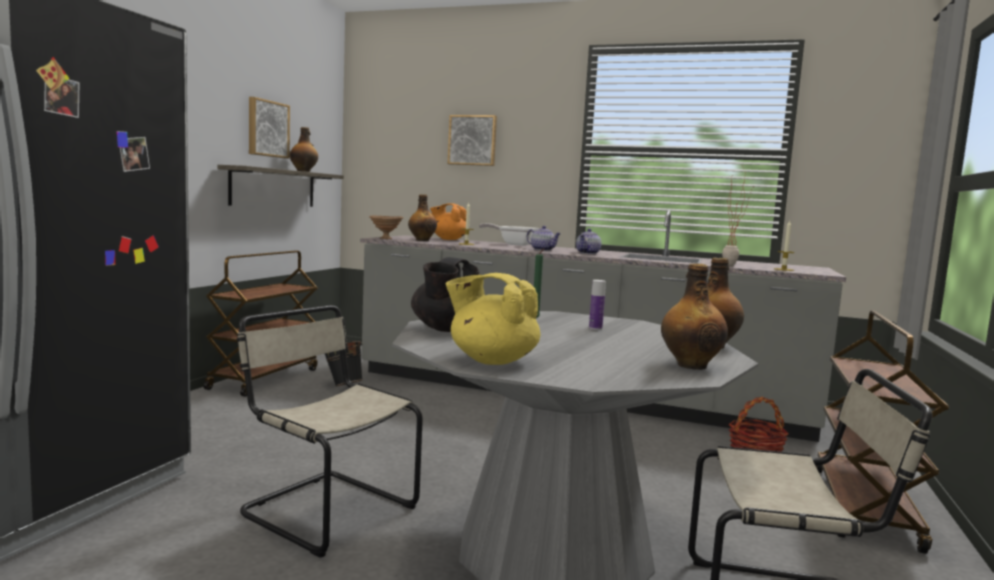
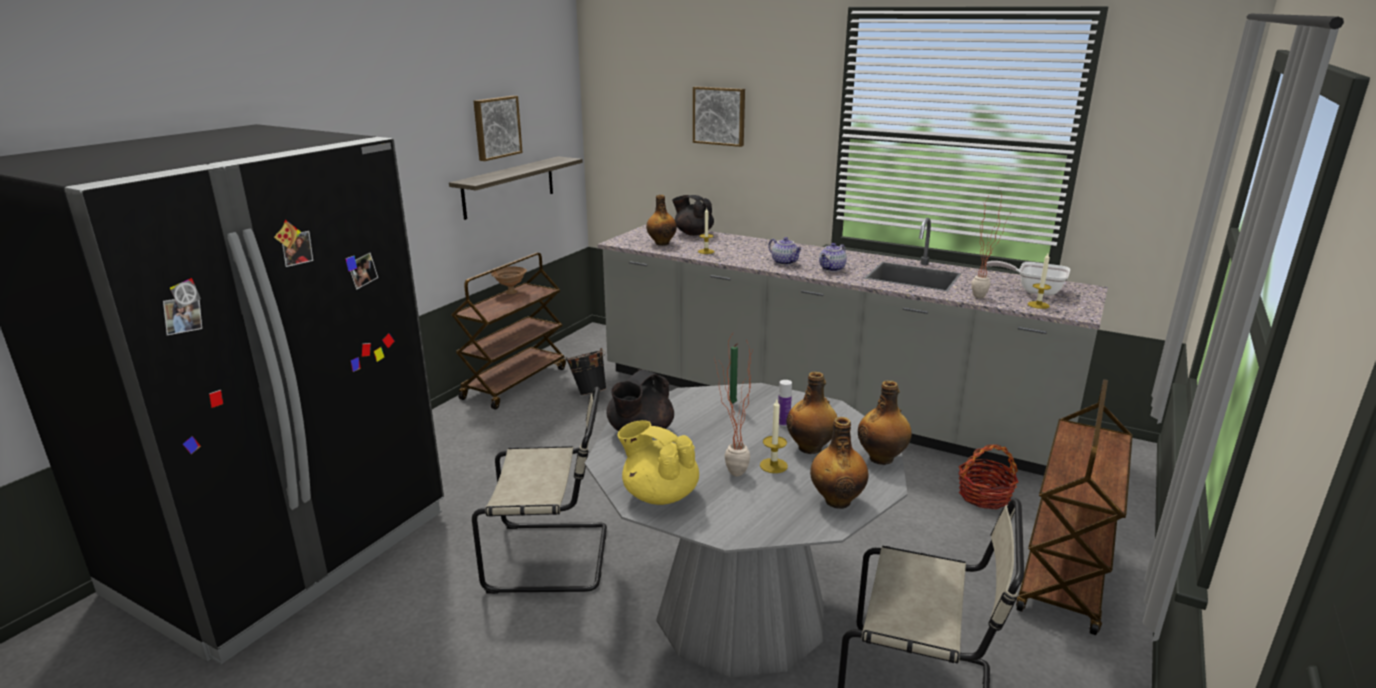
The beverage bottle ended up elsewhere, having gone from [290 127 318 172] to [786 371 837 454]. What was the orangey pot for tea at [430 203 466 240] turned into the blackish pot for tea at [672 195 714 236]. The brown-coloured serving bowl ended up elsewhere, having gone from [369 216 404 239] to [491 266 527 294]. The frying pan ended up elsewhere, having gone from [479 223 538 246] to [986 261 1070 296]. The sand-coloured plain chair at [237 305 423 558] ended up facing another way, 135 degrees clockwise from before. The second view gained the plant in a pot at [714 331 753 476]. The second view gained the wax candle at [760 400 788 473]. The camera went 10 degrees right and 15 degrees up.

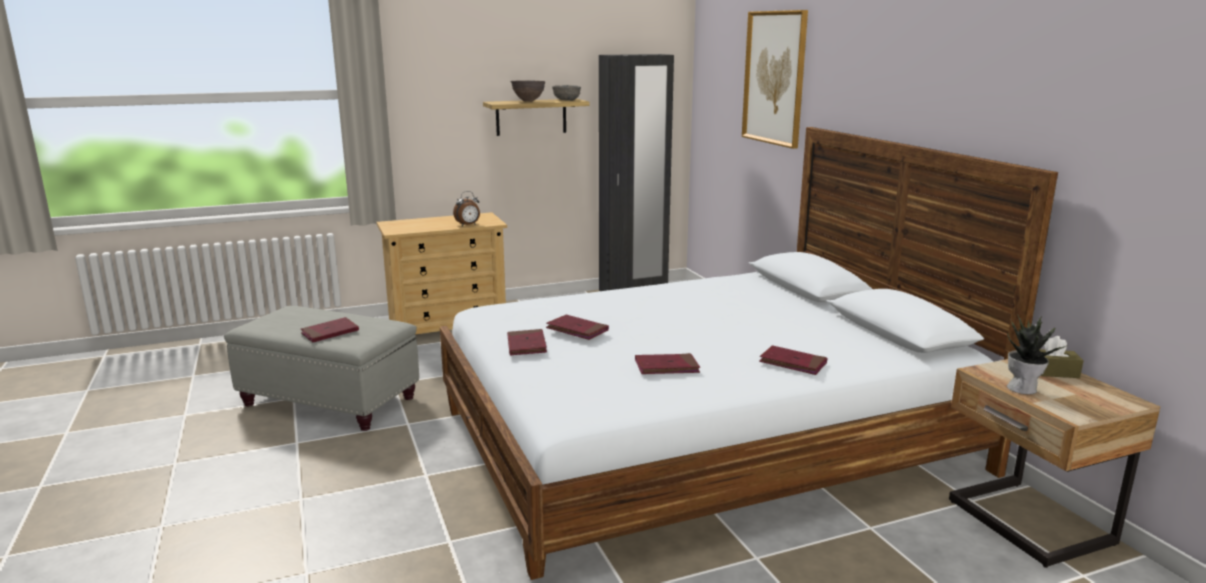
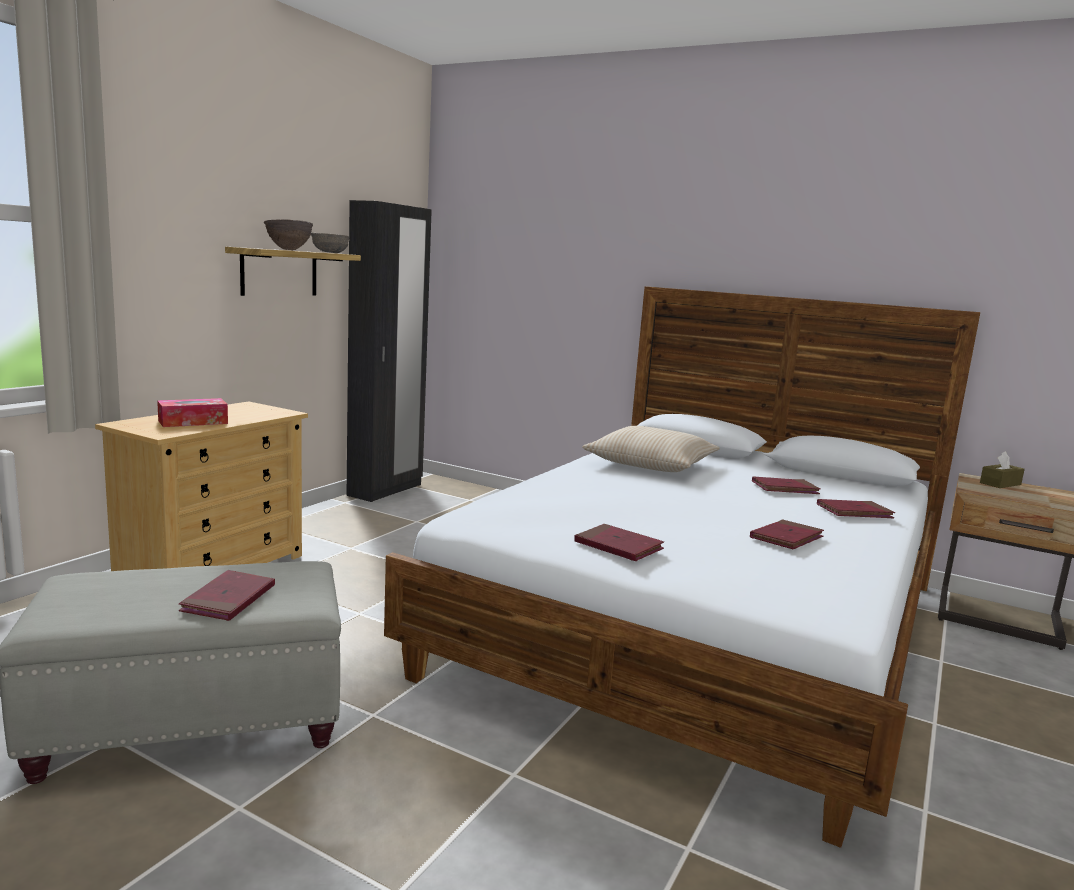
The second view lost the wall picture at [742 10 808 149]. The second view lost the bedside clock at [453 191 480 226]. The second view lost the plant in a pot at [1007 314 1068 395]. The reddish volume ended up elsewhere, having gone from [546 315 609 340] to [752 476 820 494]. The second view gained the tissue holder at [157 398 228 427]. The second view gained the sand-coloured pillow at [582 426 720 472]. The camera went 40 degrees left and 5 degrees down.

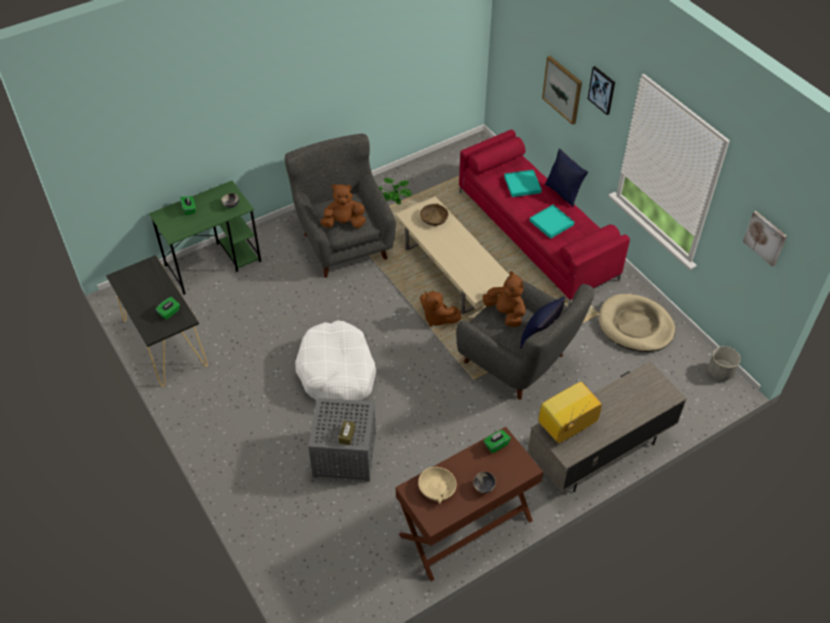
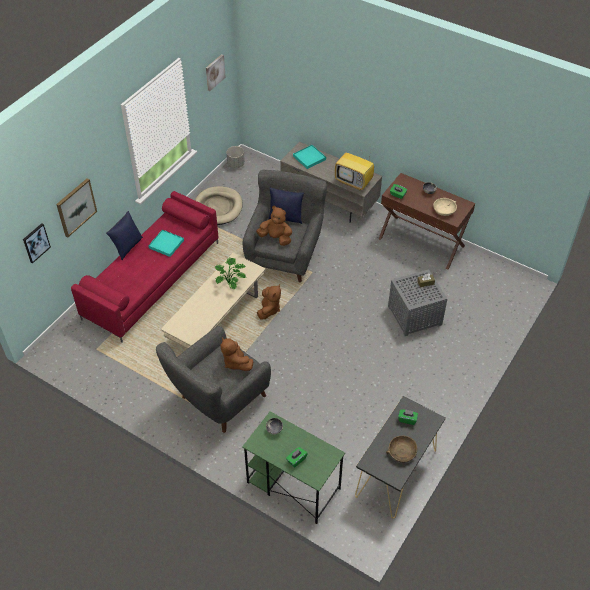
The wall picture ended up elsewhere, having gone from [588 66 615 115] to [23 223 51 263]. The turquoise-coloured carrying tray ended up elsewhere, having gone from [504 170 542 197] to [293 145 326 169]. The plant in a pot ended up elsewhere, having gone from [378 177 412 205] to [215 257 246 289]. The brown-coloured serving bowl ended up elsewhere, having gone from [420 203 449 226] to [386 436 417 463]. The brown-coloured plush toy at [483 271 526 327] ended up facing another way, 90 degrees clockwise from before. The second view lost the white dog bed at [295 320 377 401]. The camera went 115 degrees left and 0 degrees up.

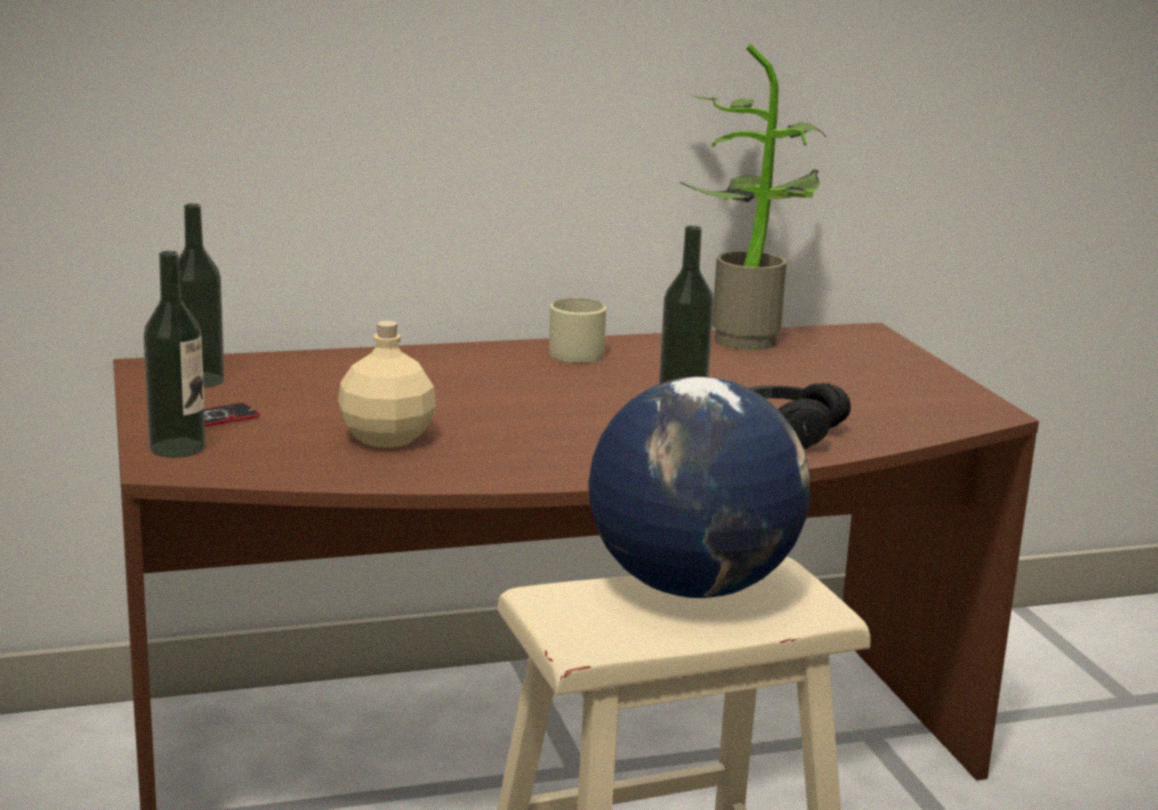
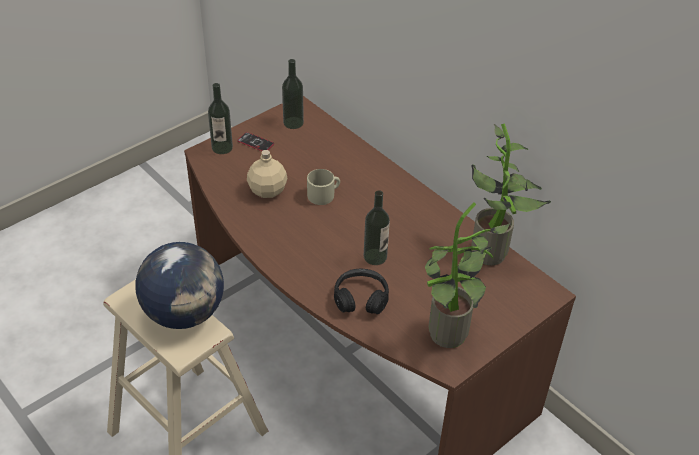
The sand-coloured tea mug ended up elsewhere, having gone from [549 299 606 363] to [307 169 340 205]. The second view gained the plant in a pot at [425 202 511 348]. The camera went 65 degrees right and 25 degrees up.

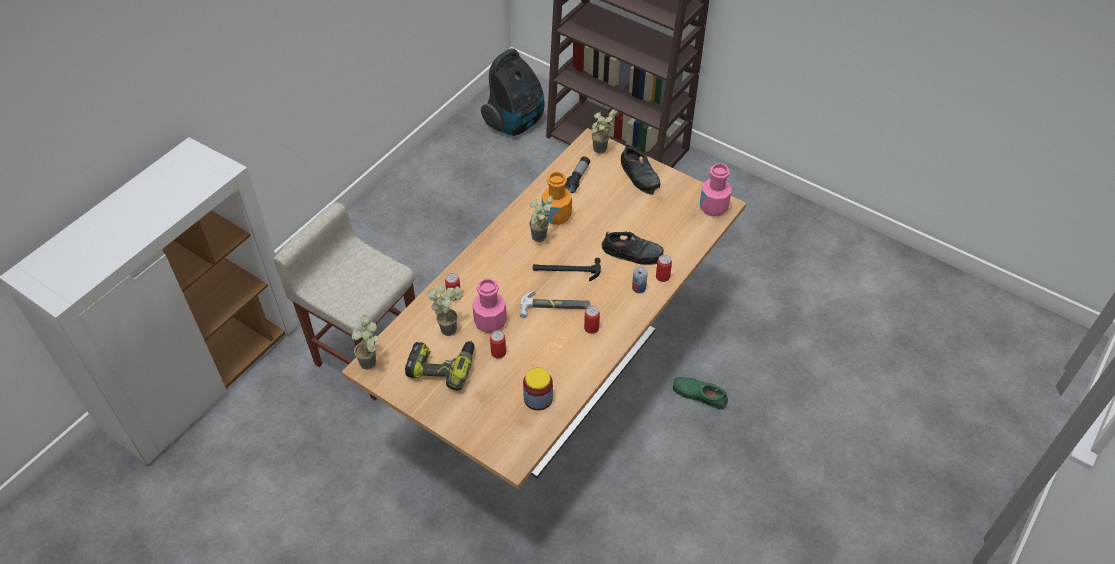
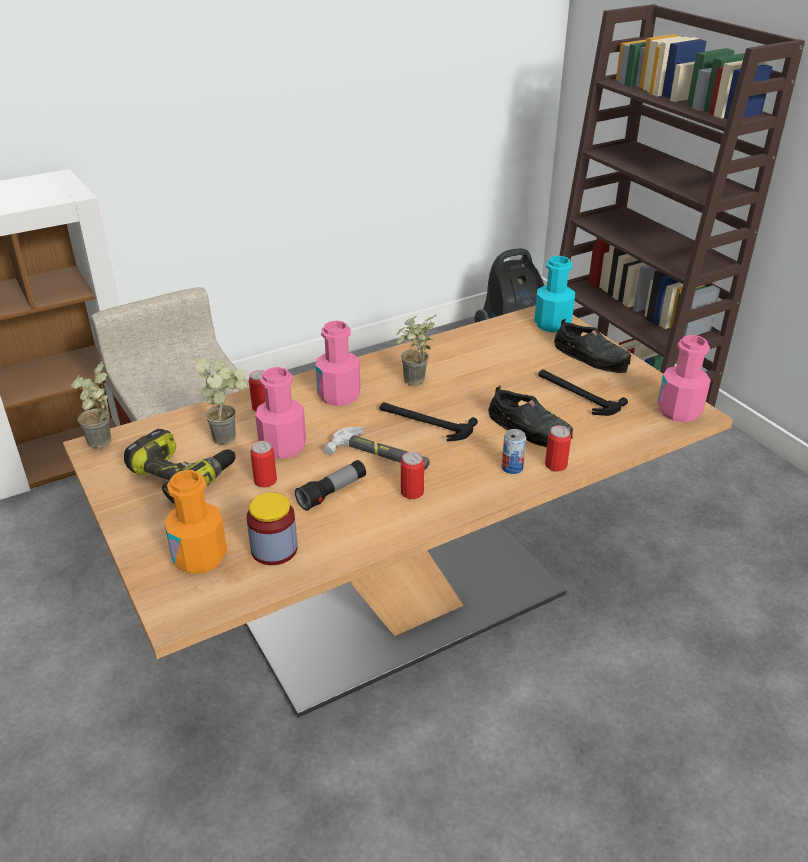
Where the plant in a pot stood at [592 110 615 154], the turquoise-coloured beverage bottle came to stand at [534 256 575 332]. The blackish low shoe at [621 145 661 195] ended up facing another way, 45 degrees counterclockwise from before. The flashlight ended up elsewhere, having gone from [565 156 590 193] to [295 460 366 511]. The orangey beverage bottle ended up elsewhere, having gone from [542 172 572 225] to [164 470 227 574]. The second view lost the greenish low shoe at [673 377 728 409]. The second view gained the pink-coloured beverage bottle at [315 321 360 406]. The second view gained the hand hammer at [538 370 628 416]. The camera went 25 degrees right and 15 degrees down.

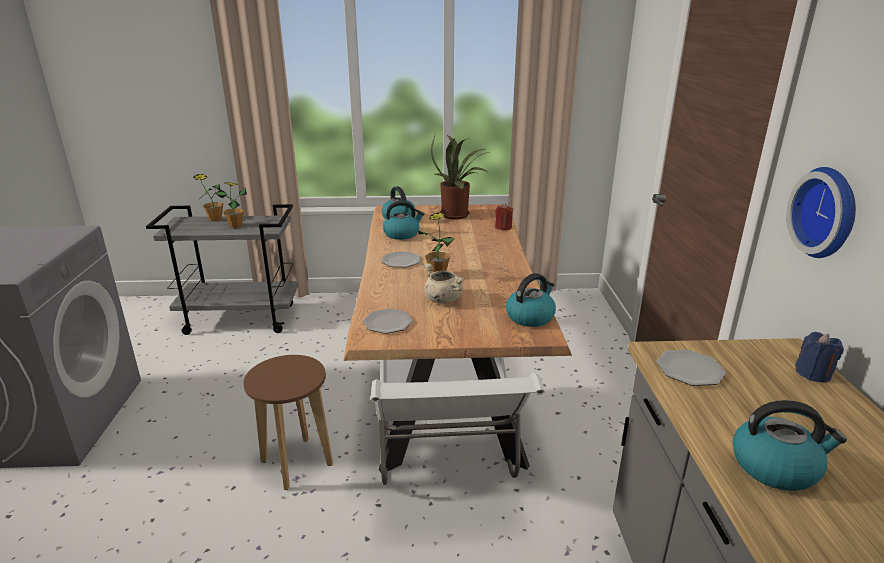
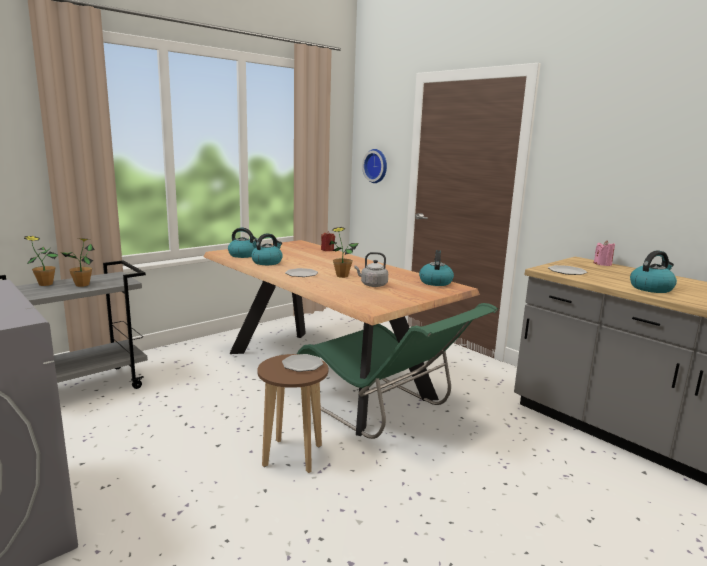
The second view lost the plant in a pot at [431 135 490 220]. The clock on the wall ended up elsewhere, having gone from [787 167 856 258] to [362 149 387 183]. Where the sand-coloured cooking pot stood at [424 263 465 303], the greyish kettle came to stand at [354 252 388 287]. The dinner plate ended up elsewhere, having gone from [363 308 413 334] to [282 354 323 372]. What was the blue-coloured wax candle at [795 332 844 382] turned into the pink-coloured wax candle at [594 241 615 266]. What was the white plain chair at [371 357 545 485] turned into the greenish plain chair at [297 303 498 439]. The camera went 40 degrees left and 10 degrees down.

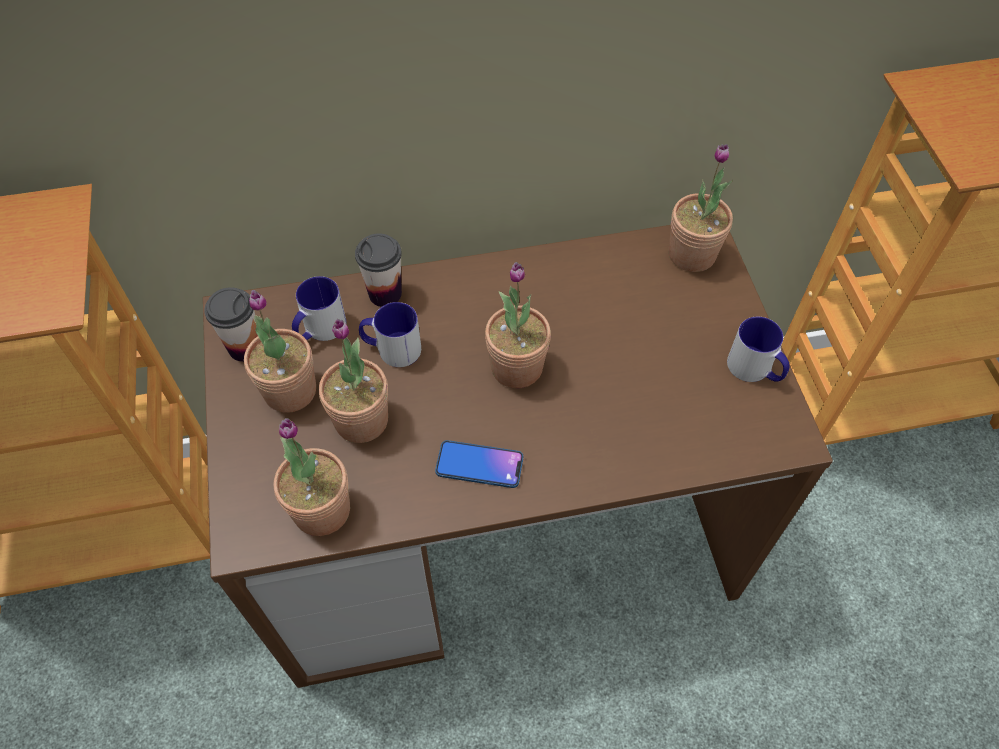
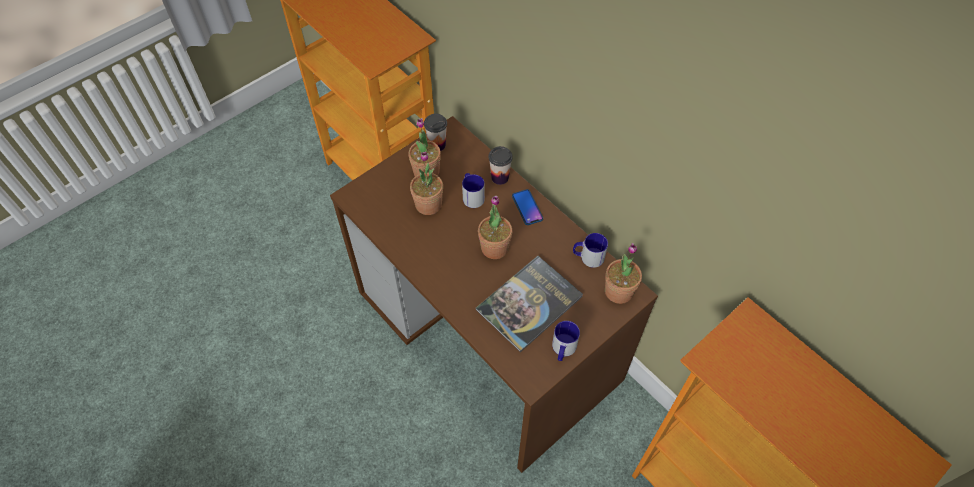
The tea mug ended up elsewhere, having gone from [292 276 346 341] to [573 233 608 268]. The second view lost the plant in a pot at [274 418 350 536]. The telephone ended up elsewhere, having gone from [435 440 523 488] to [512 189 543 225]. The second view gained the volume at [476 256 583 352]. The camera went 60 degrees right and 0 degrees up.

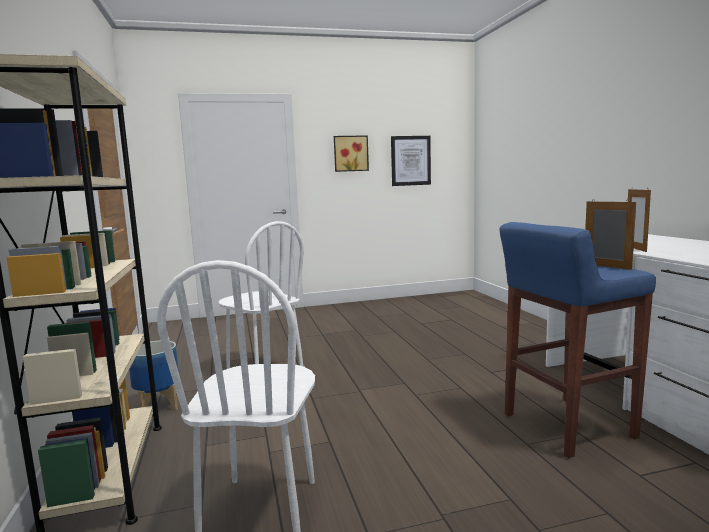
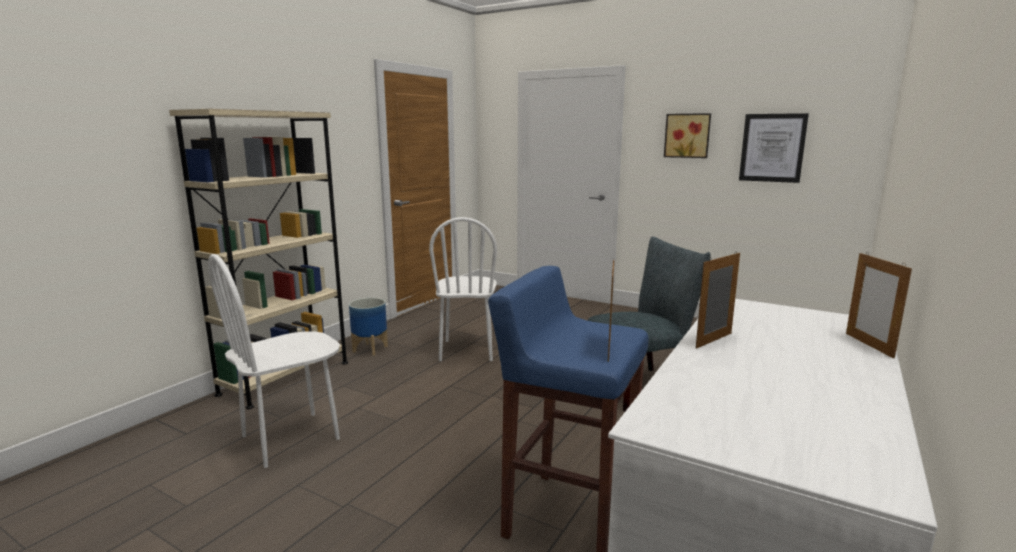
The second view gained the greyish plain chair at [588 237 711 412]. The second view gained the standing frame at [846 252 912 358]. The camera went 45 degrees right and 5 degrees up.

